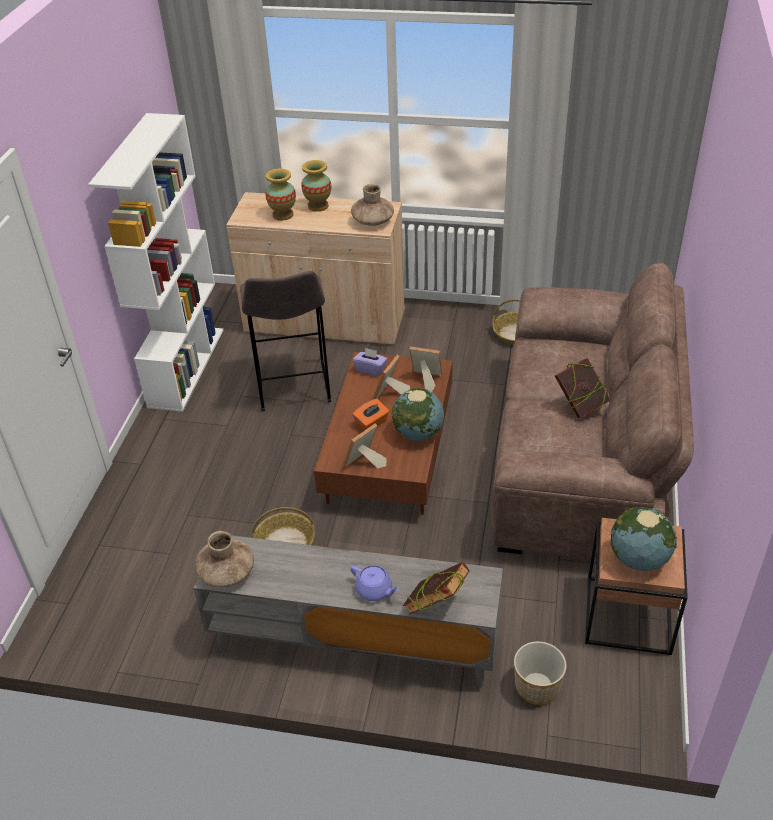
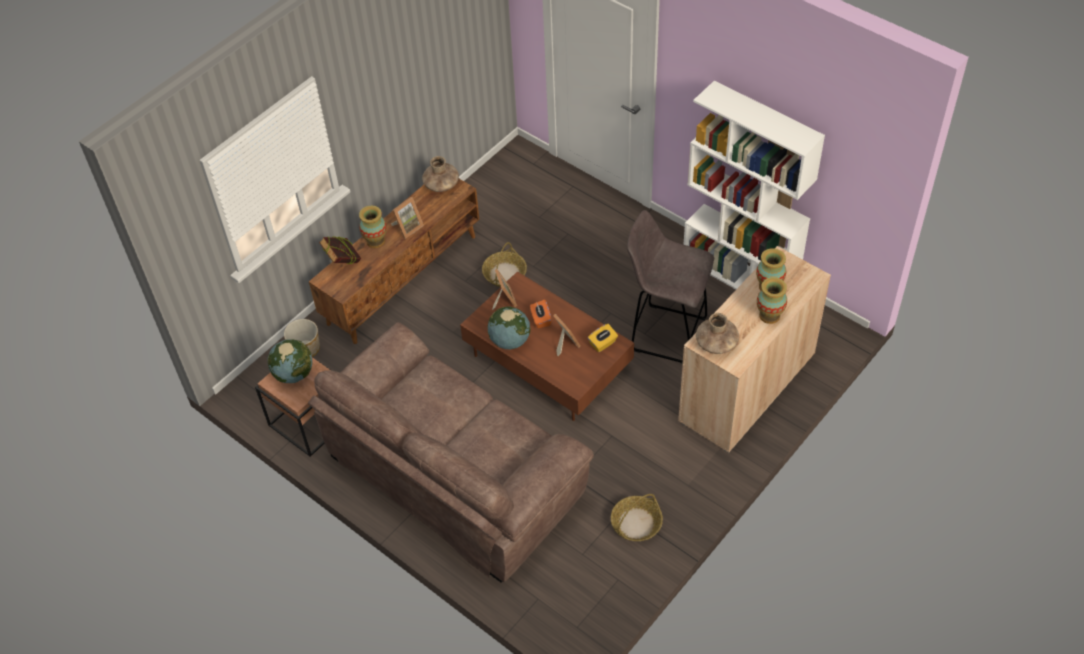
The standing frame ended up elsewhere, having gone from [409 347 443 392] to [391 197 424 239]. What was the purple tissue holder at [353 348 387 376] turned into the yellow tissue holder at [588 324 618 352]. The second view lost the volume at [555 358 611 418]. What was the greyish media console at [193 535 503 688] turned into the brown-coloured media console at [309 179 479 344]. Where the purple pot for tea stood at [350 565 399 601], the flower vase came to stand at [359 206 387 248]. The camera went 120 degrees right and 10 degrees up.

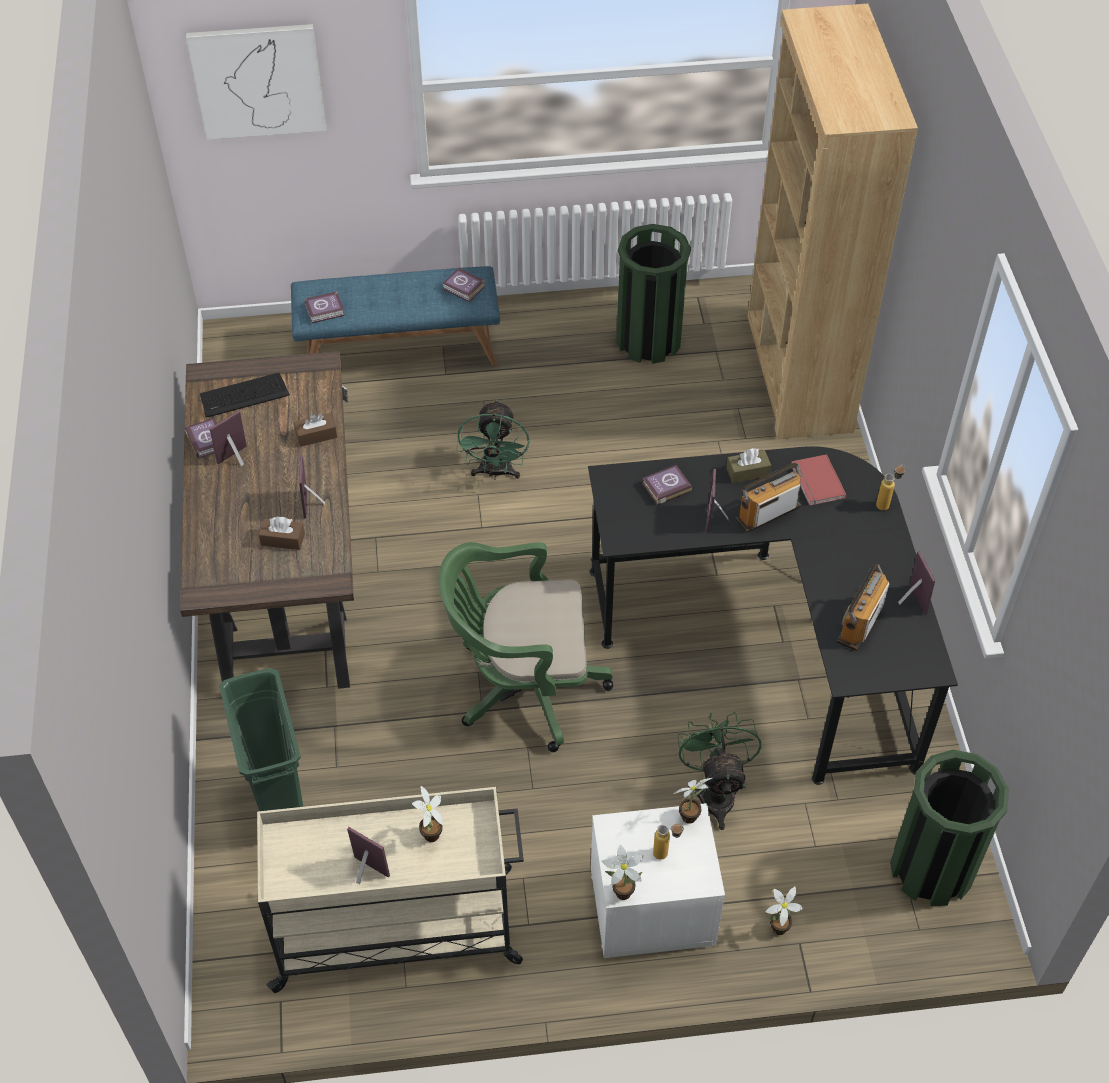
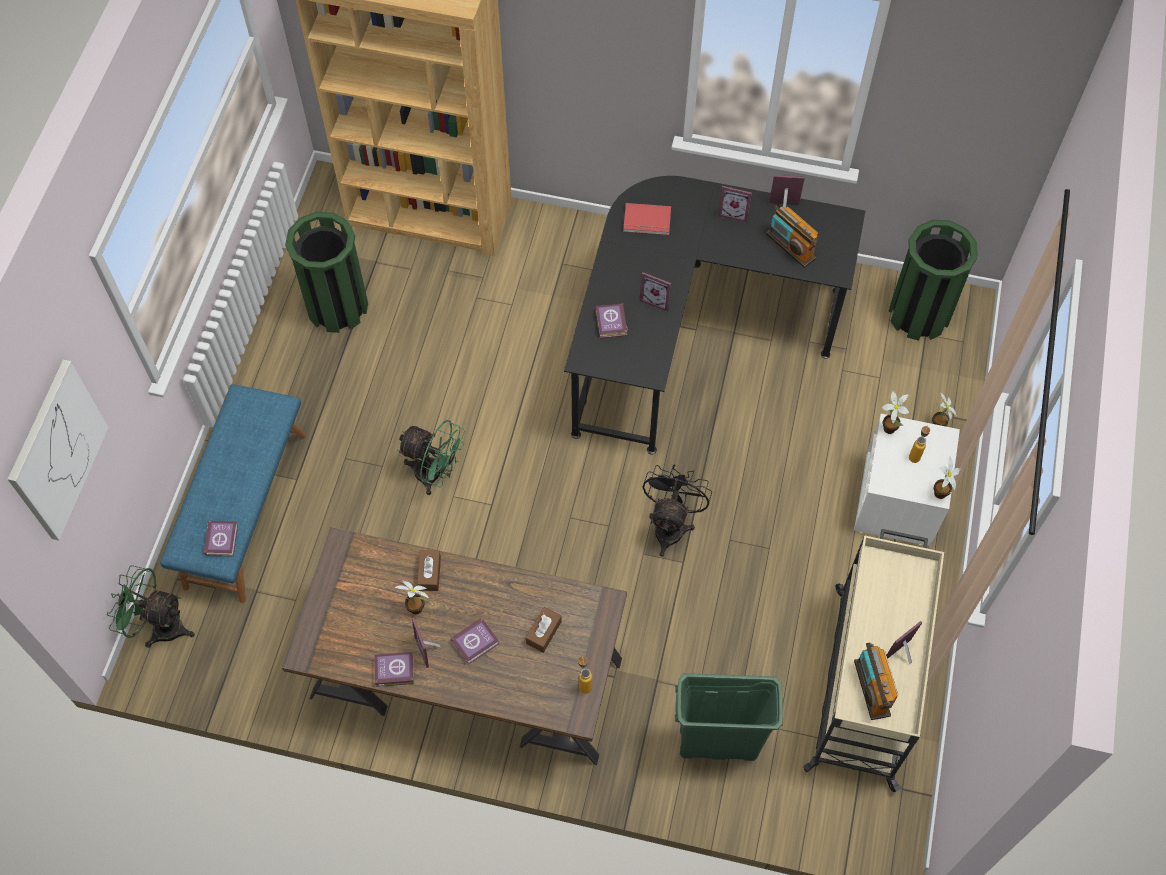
The volume ended up elsewhere, having gone from [442 268 485 302] to [451 618 499 665]. The second view lost the keyboard at [200 373 290 417]. The second view lost the brown-coloured tissue holder at [726 448 771 483]. The standing frame ended up elsewhere, having gone from [299 456 325 518] to [718 186 752 223]. The radio ended up elsewhere, having gone from [735 463 801 533] to [854 642 898 720]. The beverage bottle ended up elsewhere, having gone from [876 465 905 511] to [578 655 592 694]. Where the greenish desk chair stood at [438 542 613 752], the blackish fan came to stand at [642 465 712 557]. The greenish fan ended up elsewhere, having gone from [677 712 761 830] to [107 565 195 648]. The plant in a pot ended up elsewhere, having gone from [412 786 443 842] to [395 580 429 614]. The camera went 70 degrees left and 10 degrees up.

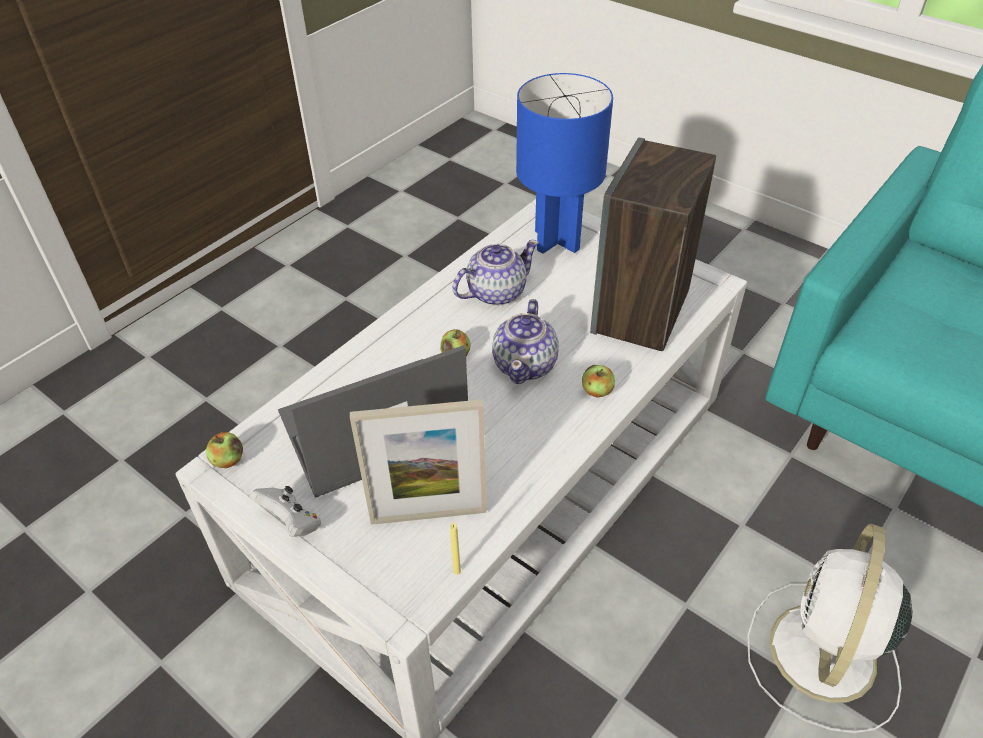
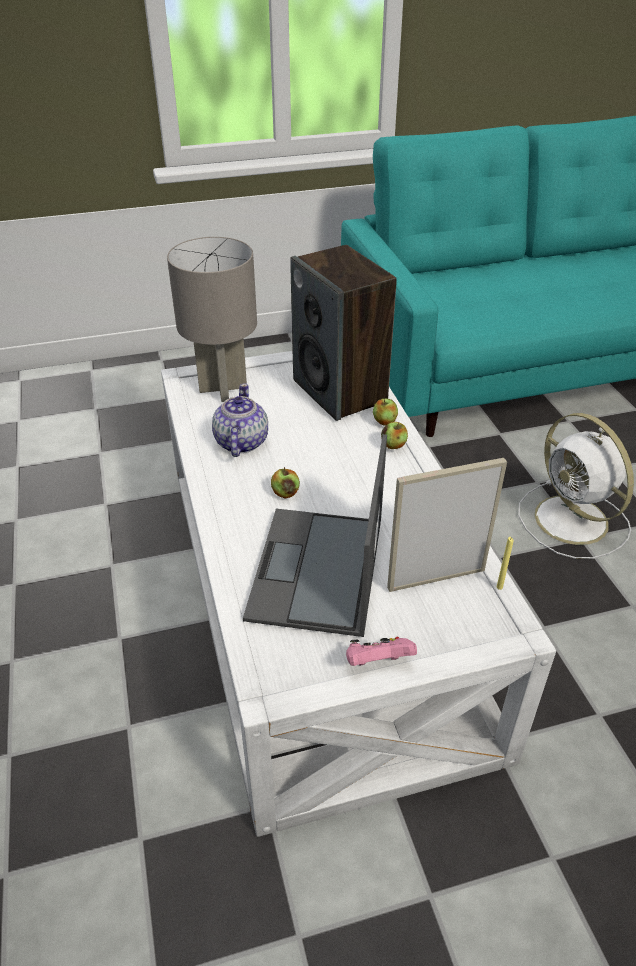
What was the blue-coloured lamp for a table at [516 73 613 254] turned into the greyish lamp for a table at [167 237 257 402]. The second view lost the pot for tea at [492 299 559 384]. The standing frame at [350 399 487 525] ended up facing another way, 135 degrees counterclockwise from before. The whole apple ended up elsewhere, having gone from [206 432 243 468] to [373 398 398 425]. What was the white joypad at [251 486 321 537] turned into the pink-coloured joypad at [346 637 417 666]. The camera went 55 degrees left and 5 degrees down.

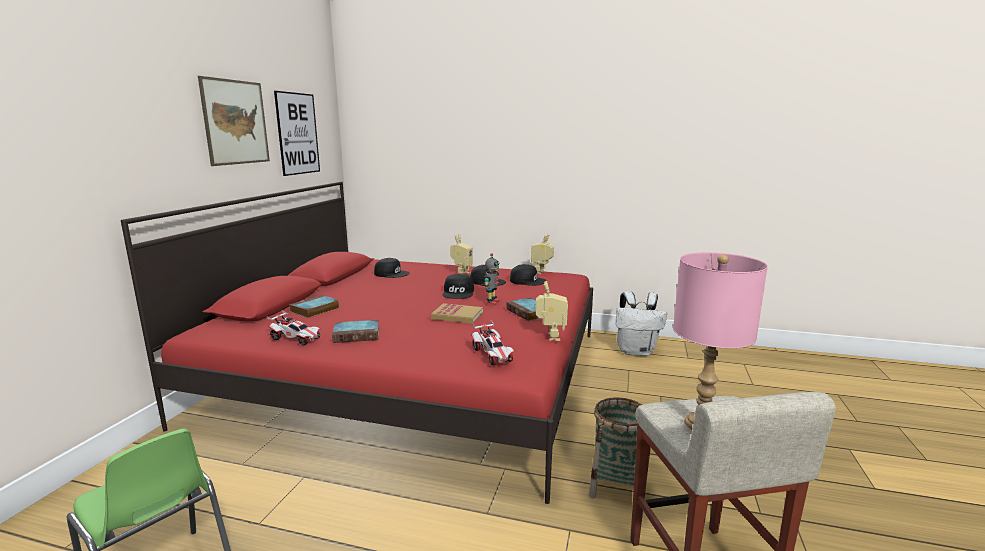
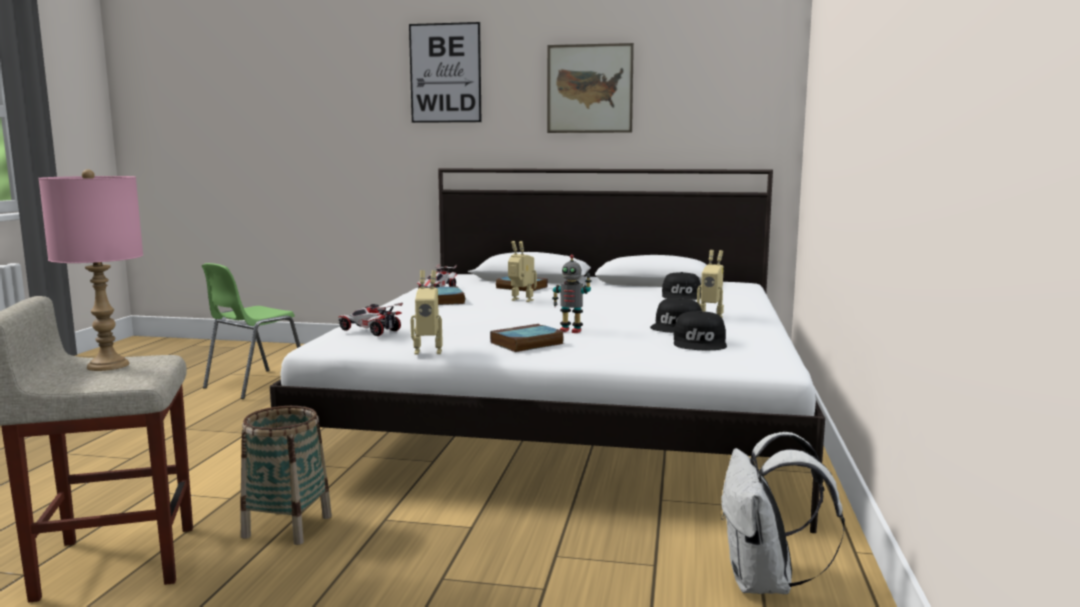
The wall picture ended up elsewhere, having gone from [274 91 320 176] to [409 22 481 123]. What was the reddish bed at [121 182 593 504] turned into the white bed at [270 168 825 533]. The robot figure ended up elsewhere, having gone from [531 234 554 274] to [508 241 537 302]. The second view lost the blackish peaked cap at [443 274 474 299]. The second view lost the volume at [431 303 483 323]. The miniature car at [471 321 515 365] ended up facing another way, 60 degrees clockwise from before. The camera went 85 degrees right and 5 degrees down.

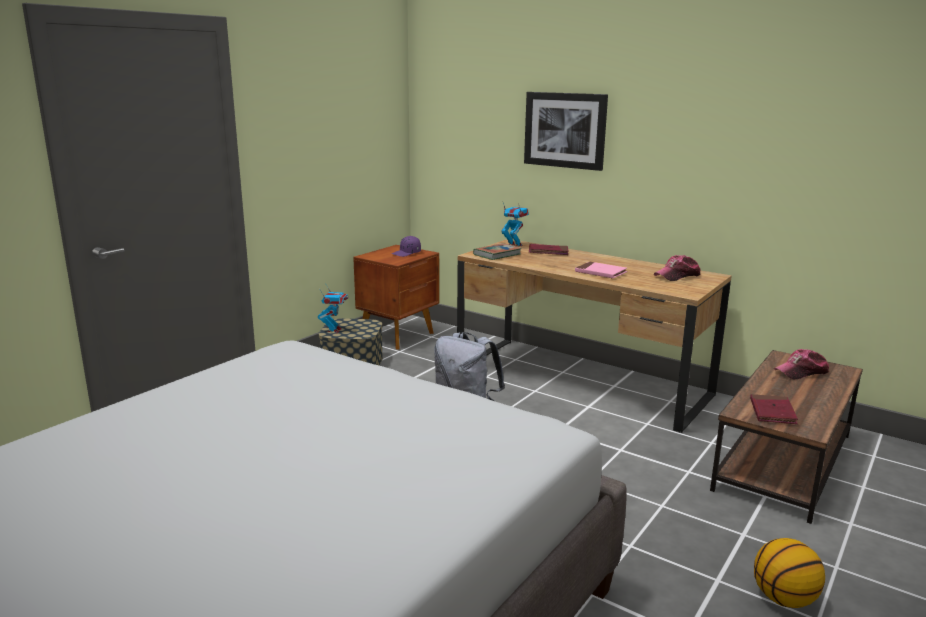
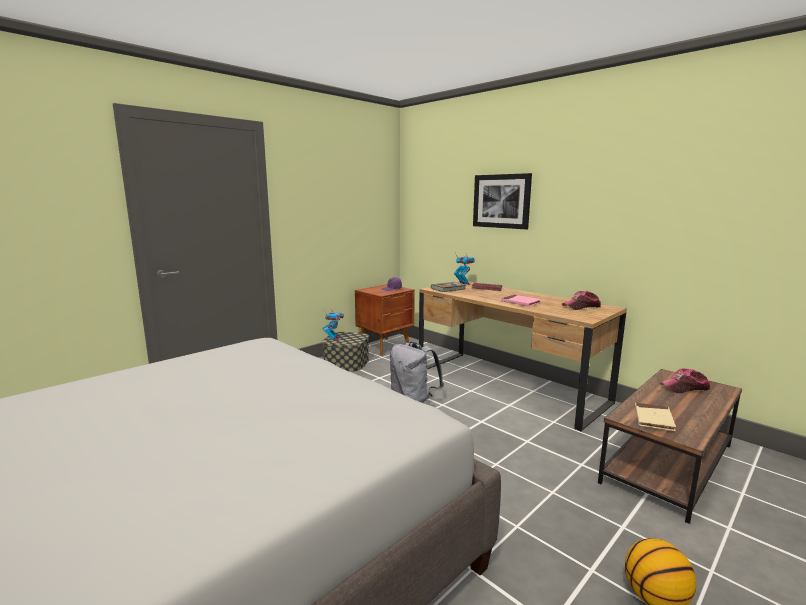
What was the reddish volume at [750 394 798 424] turned into the sand-coloured volume at [635 403 676 431]. The camera went 10 degrees right and 5 degrees down.

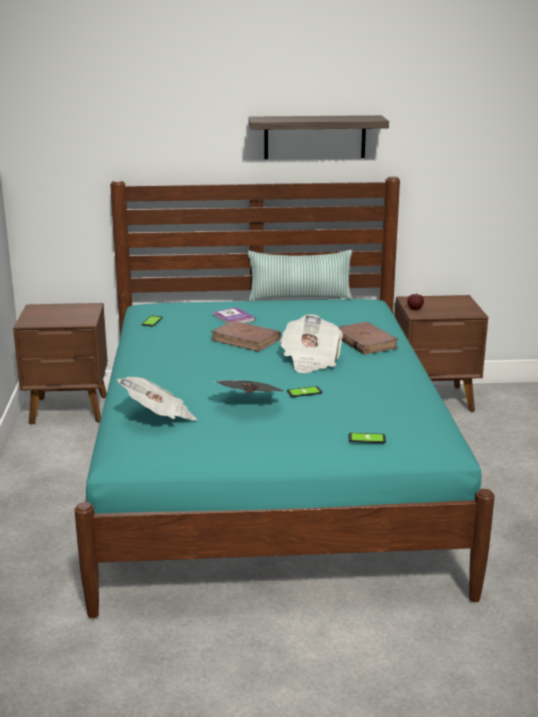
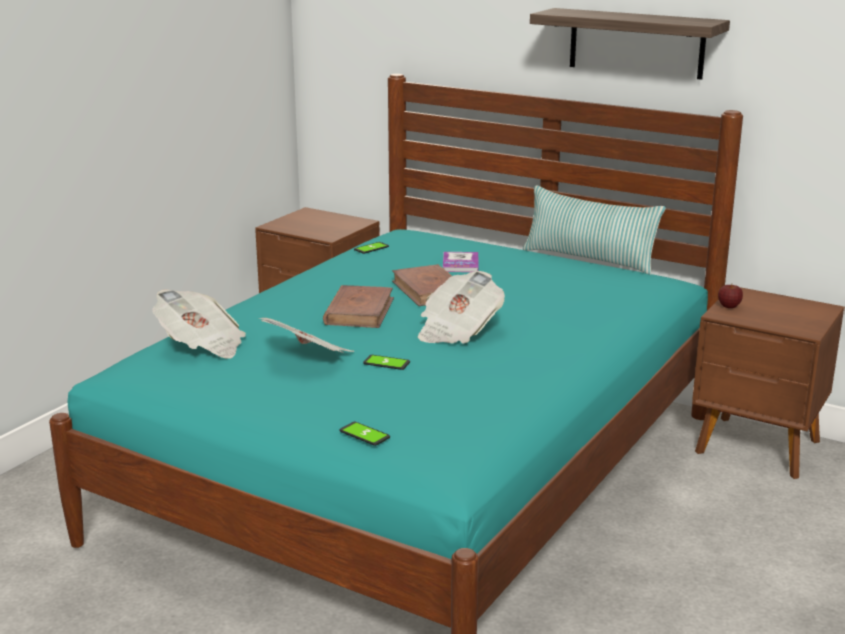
The brown-coloured volume ended up elsewhere, having gone from [338 322 399 355] to [323 285 394 328]. The camera went 35 degrees right and 0 degrees up.

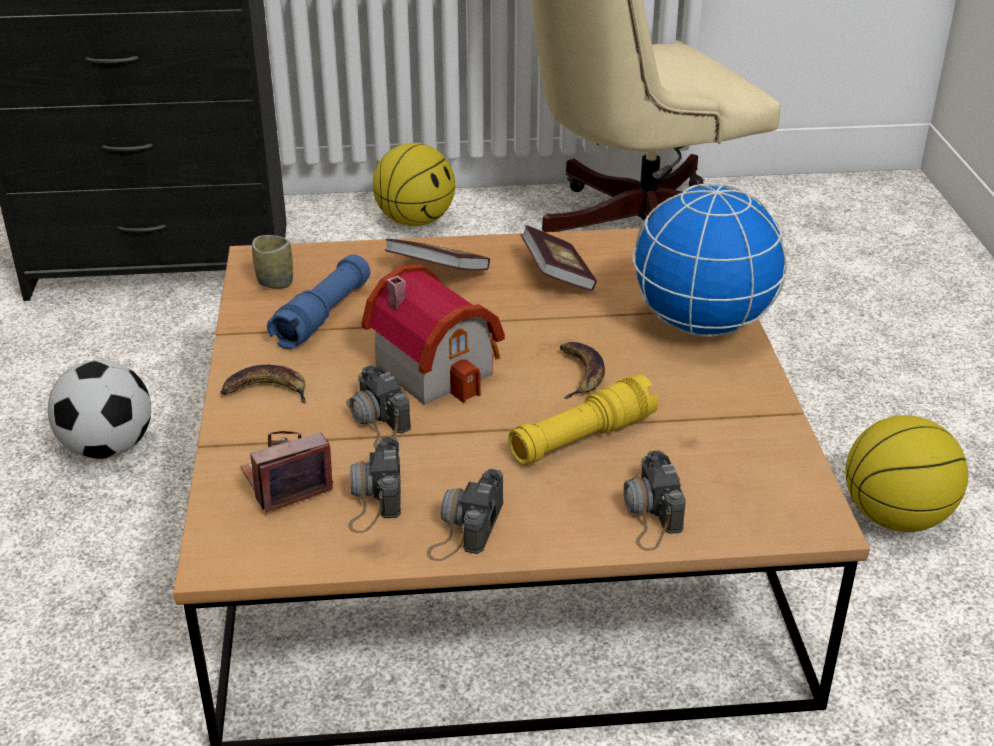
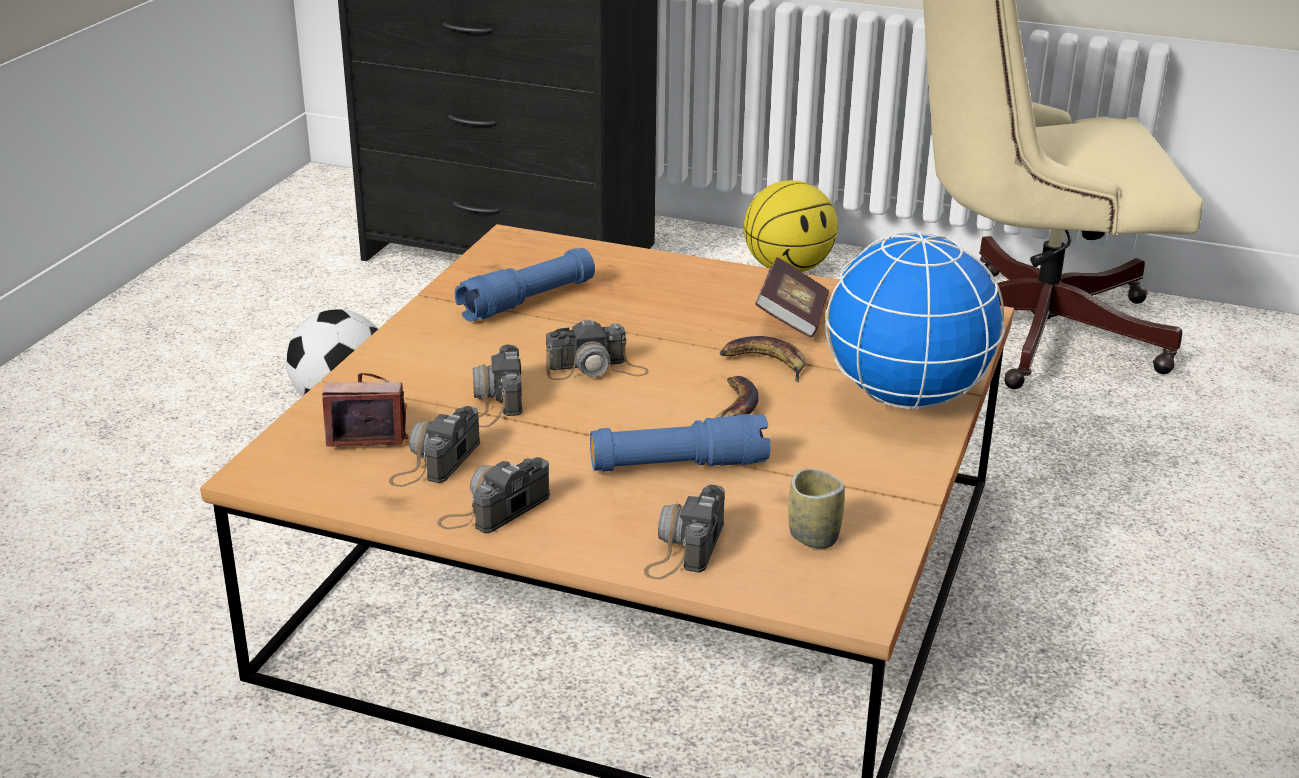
The drinking cup ended up elsewhere, having gone from [252 235 293 289] to [788 469 845 549]. The second view lost the volume at [384 239 490 271]. Where the toy house stood at [362 264 505 405], the photo camera came to stand at [546 318 649 380]. The banana fruit ended up elsewhere, having gone from [221 365 306 403] to [720 336 806 382]. What was the yellow flashlight at [508 375 658 465] turned into the blue-coloured flashlight at [590 414 770 472]. The second view lost the basketball at [845 415 968 532]. The camera went 25 degrees right and 5 degrees down.

